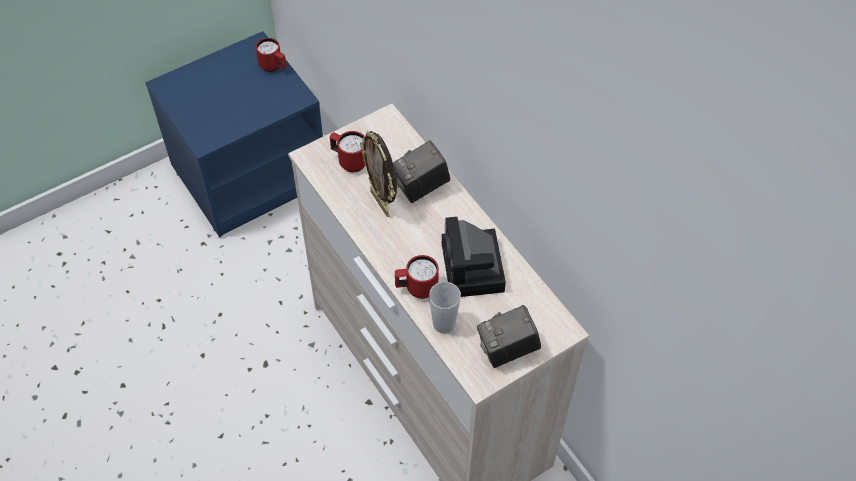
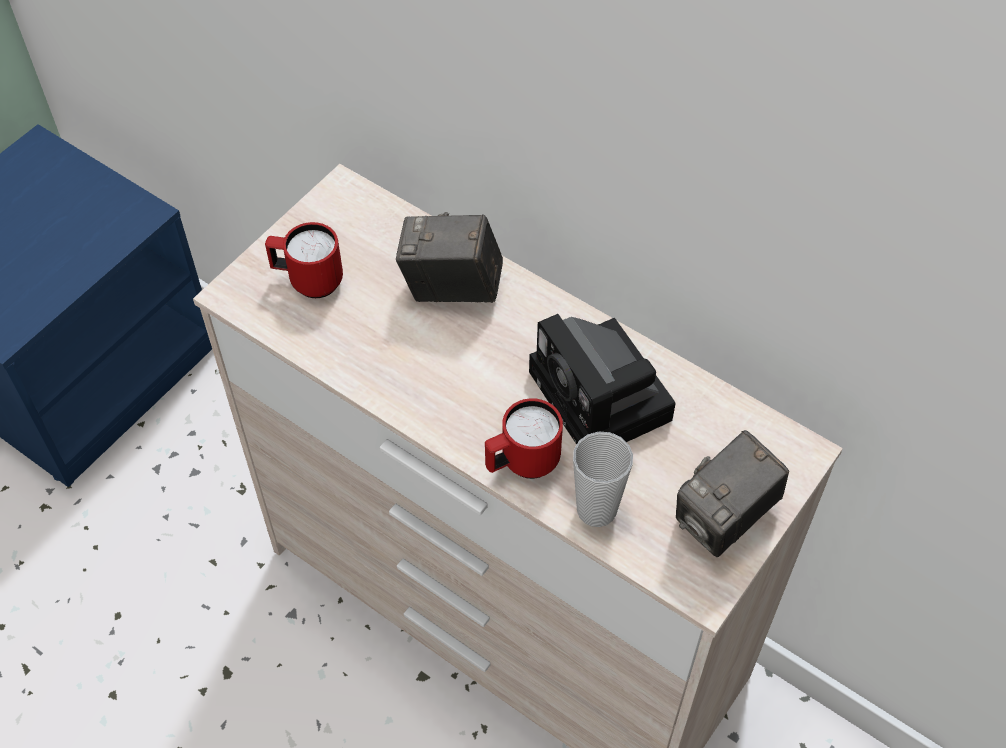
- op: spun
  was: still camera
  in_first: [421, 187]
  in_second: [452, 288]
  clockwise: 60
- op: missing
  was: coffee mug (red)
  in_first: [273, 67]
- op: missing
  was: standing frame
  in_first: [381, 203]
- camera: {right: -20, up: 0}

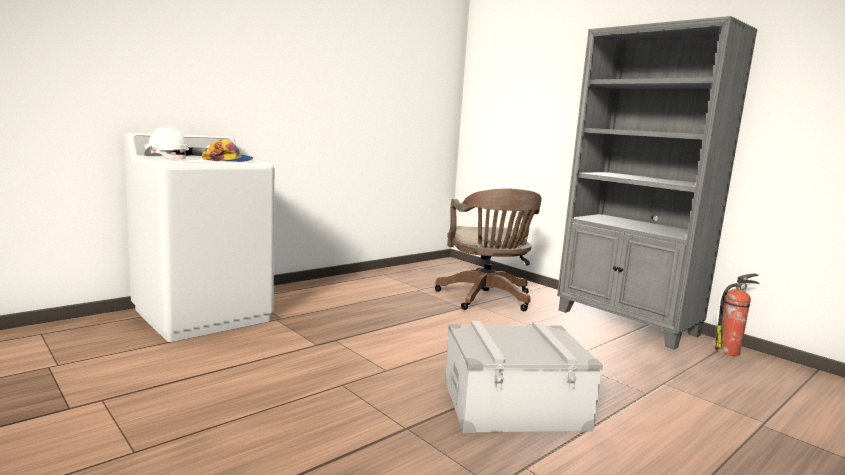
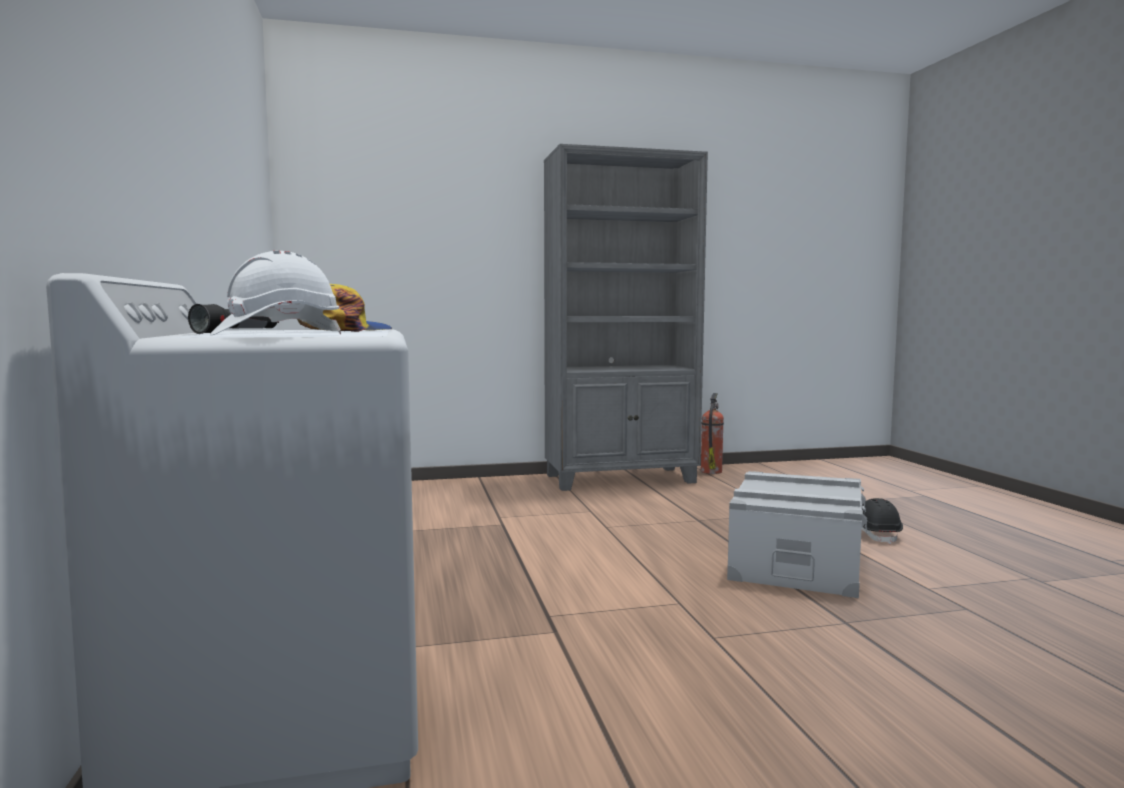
- op: appeared
  now: hard hat (black-coloured)
  in_second: [876, 535]
- op: missing
  was: office chair (brownish)
  in_first: [486, 299]
- camera: {right: -60, up: -5}

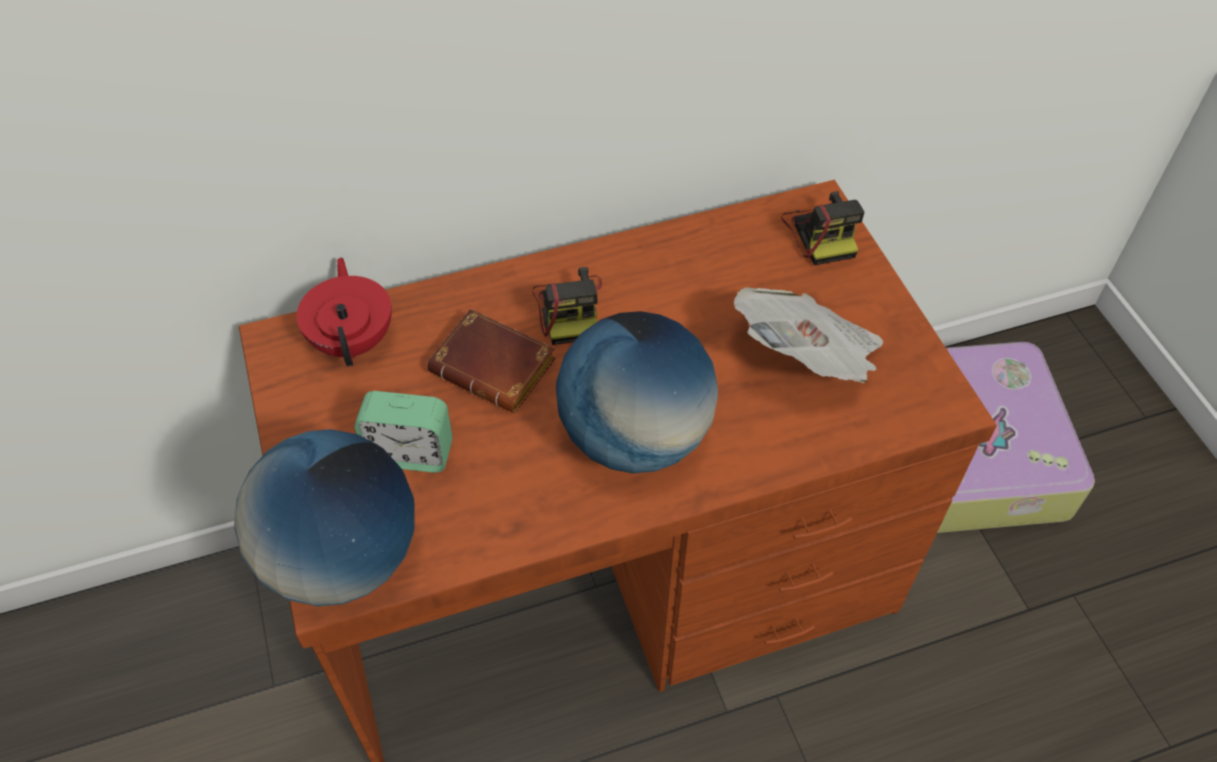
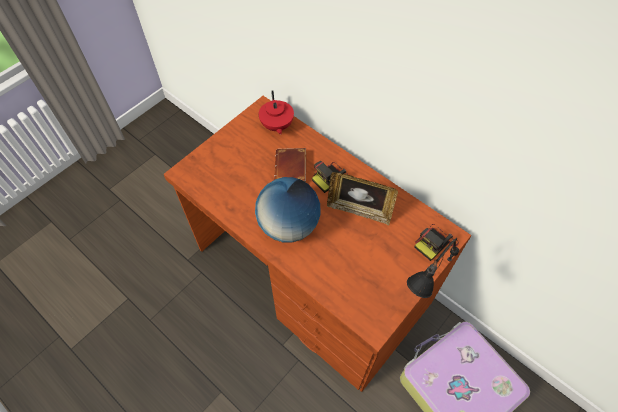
- op: spun
  was: tea pot (red)
  in_first: [353, 340]
  in_second: [276, 126]
  clockwise: 120
- op: appeared
  now: standing frame
  in_second: [359, 210]
- op: appeared
  now: table lamp (black-coloured)
  in_second: [420, 300]
- op: missing
  was: world globe
  in_first: [343, 558]
- op: missing
  was: bedside clock
  in_first: [410, 453]
- op: missing
  was: printed paper
  in_first: [808, 358]
- camera: {right: 60, up: 5}

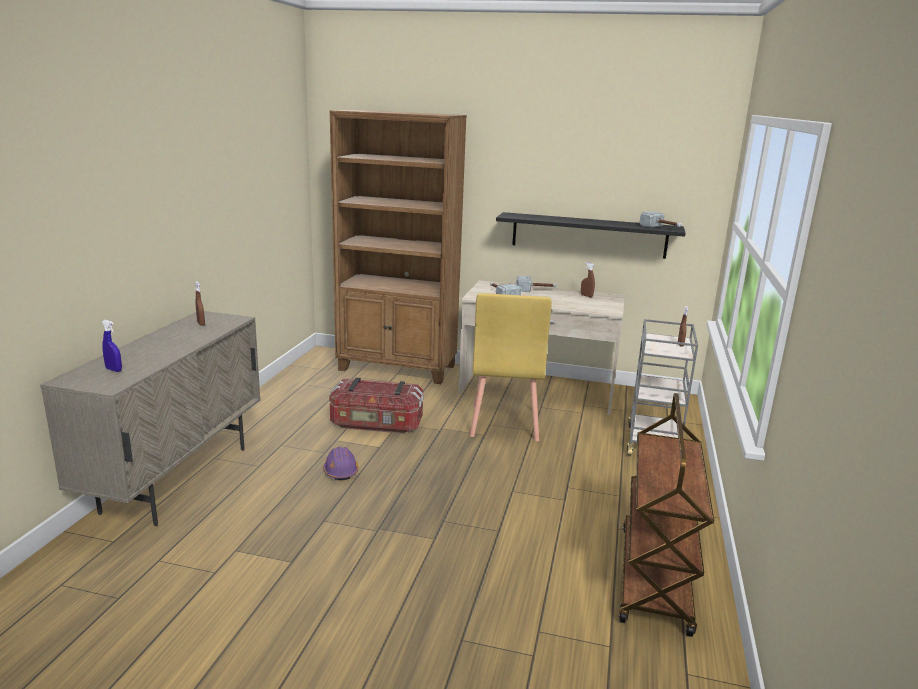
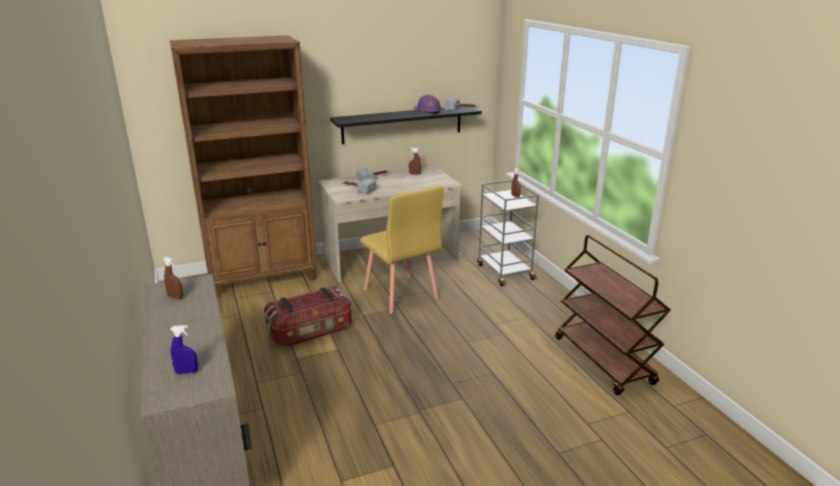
- op: relocated
  was: hard hat (purple)
  in_first: [340, 471]
  in_second: [427, 112]
- camera: {right: -35, up: 5}

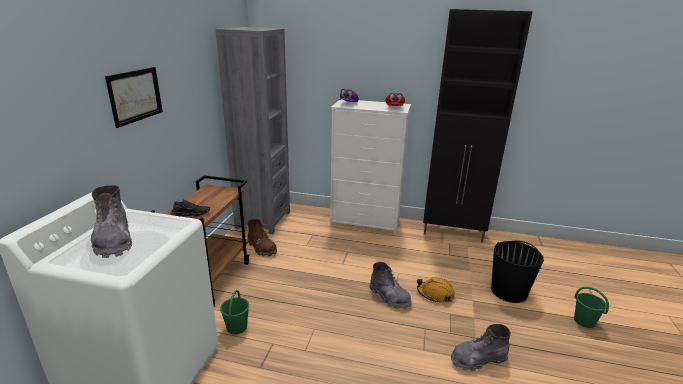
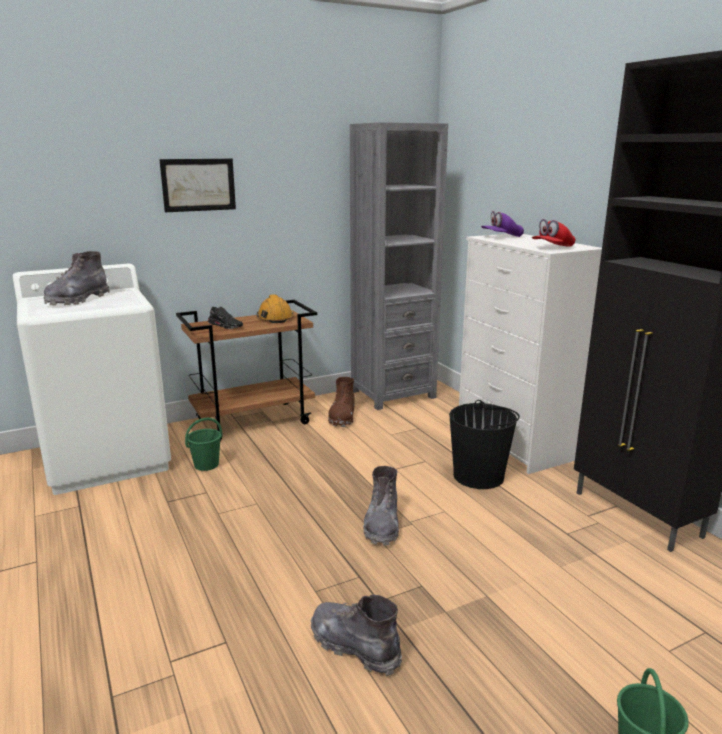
- op: relocated
  was: hard hat (orange-coloured)
  in_first: [435, 294]
  in_second: [274, 317]
- op: relocated
  was: bucket (black-coloured)
  in_first: [509, 291]
  in_second: [479, 476]
- camera: {right: 50, up: -5}

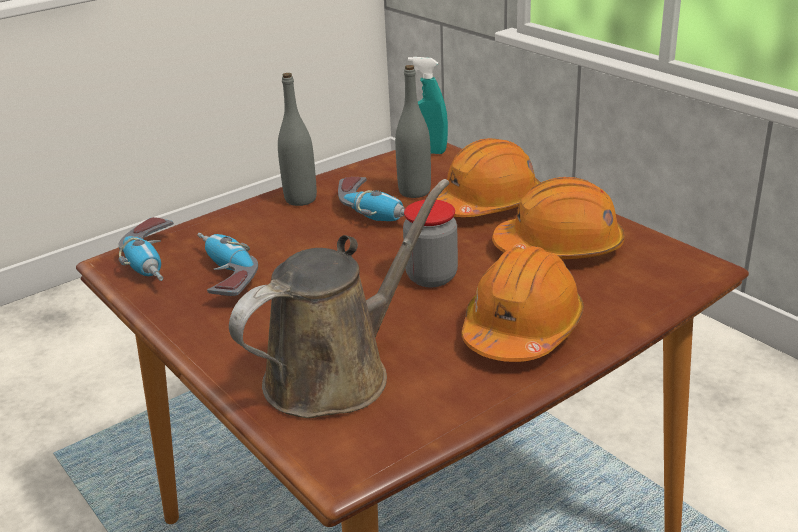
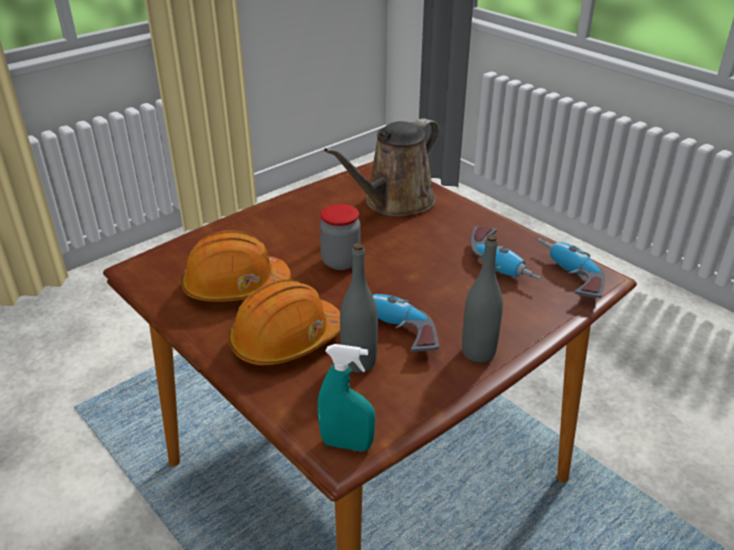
- op: missing
  was: hard hat (orange-coloured)
  in_first: [522, 329]
- camera: {right: 175, up: 5}

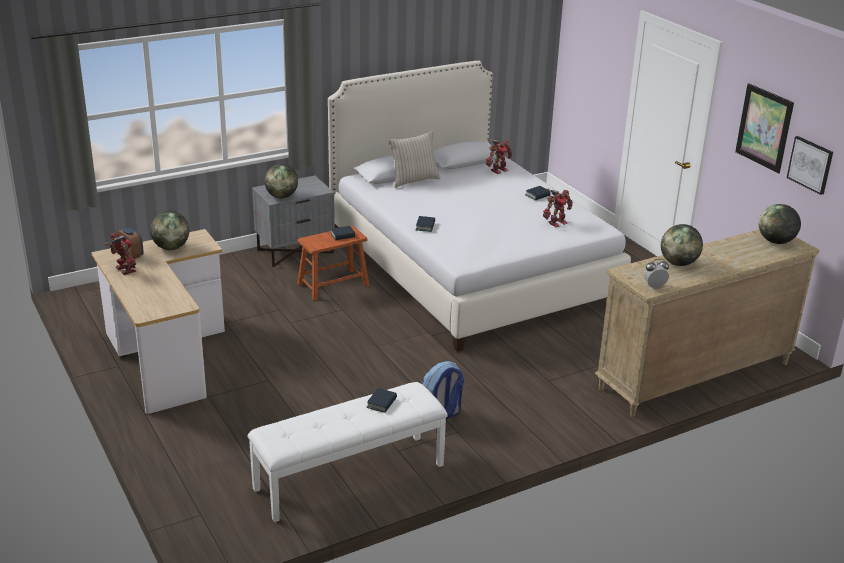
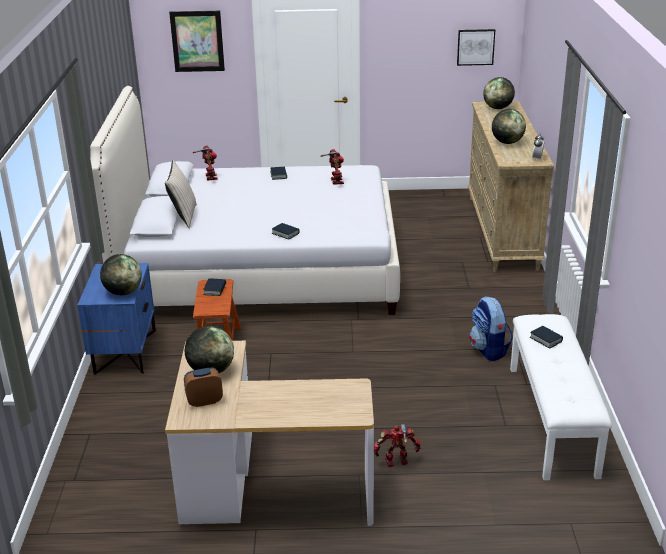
- op: colour
  was: bedside table (gray)
  now: bedside table (blue-coloured)
  in_first: [295, 251]
  in_second: [124, 351]
- op: relocated
  was: picture
  in_first: [764, 128]
  in_second: [197, 41]
- op: relocated
  was: toy robot
  in_first: [124, 270]
  in_second: [397, 462]
- camera: {right: -60, up: 0}

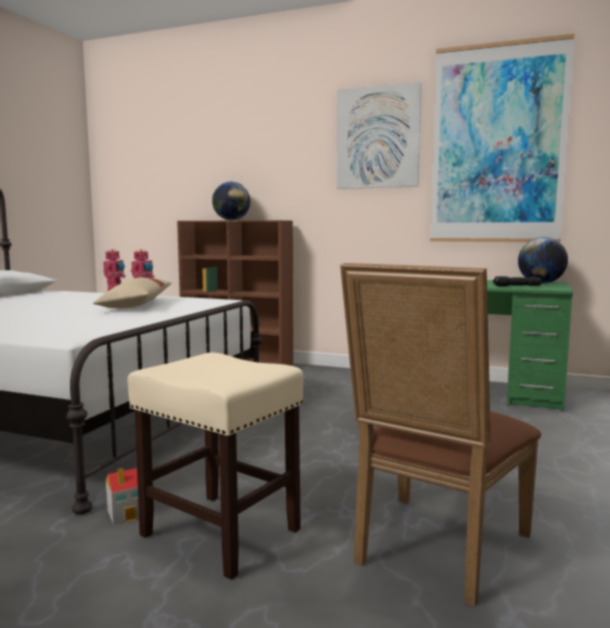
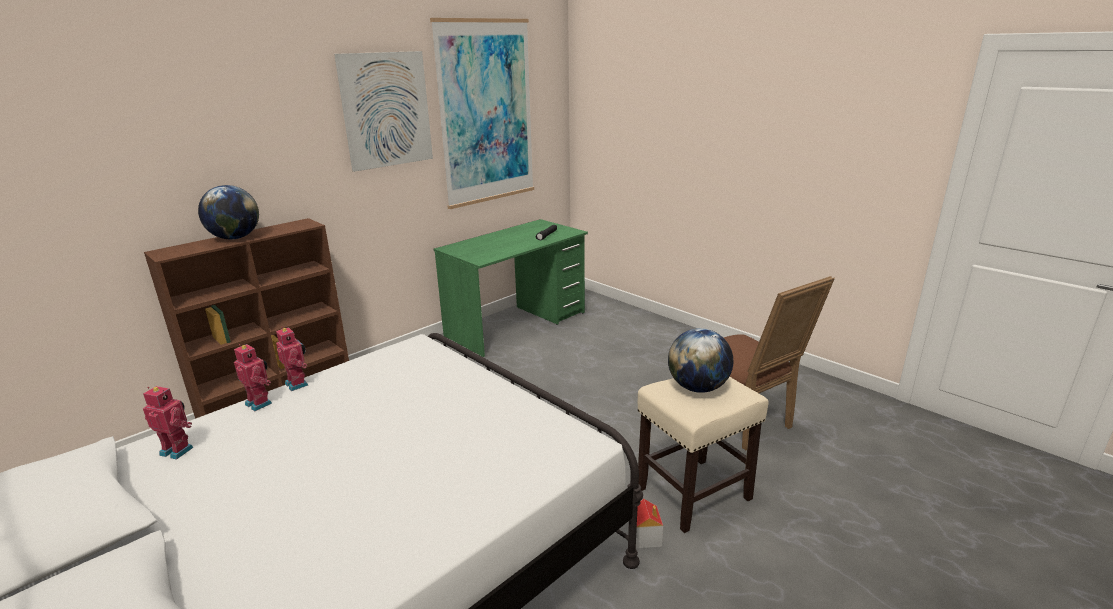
- op: appeared
  now: toy robot
  in_second: [178, 450]
- op: relocated
  was: world globe
  in_first: [541, 283]
  in_second: [697, 387]
- op: missing
  was: cushion (beige-coloured)
  in_first: [136, 305]
- camera: {right: -65, up: 15}

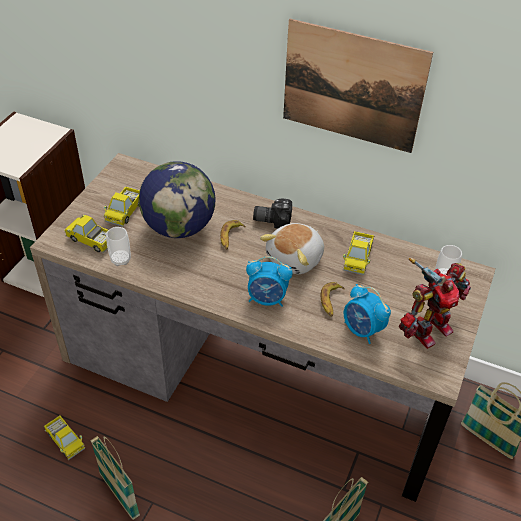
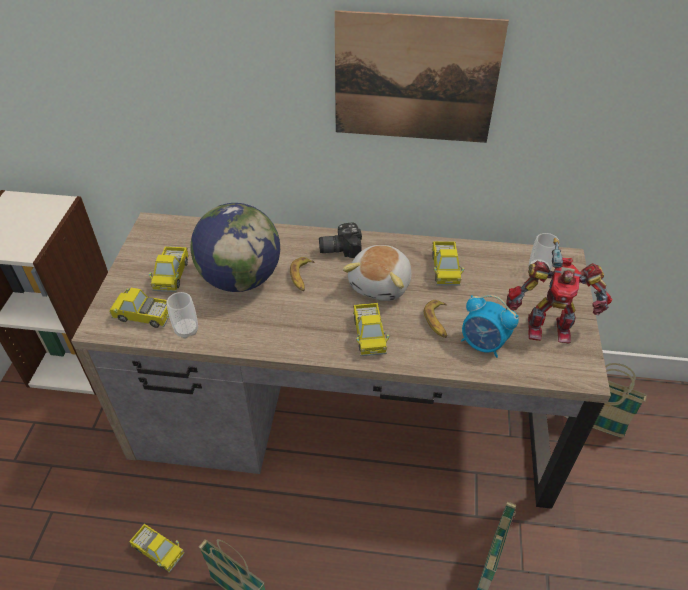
- op: exchanged
  was: bedside clock
  now: model truck
  in_first: [267, 299]
  in_second: [369, 335]
- op: spun
  was: toy robot
  in_first: [427, 329]
  in_second: [547, 326]
  clockwise: 60
- camera: {right: -15, up: 0}

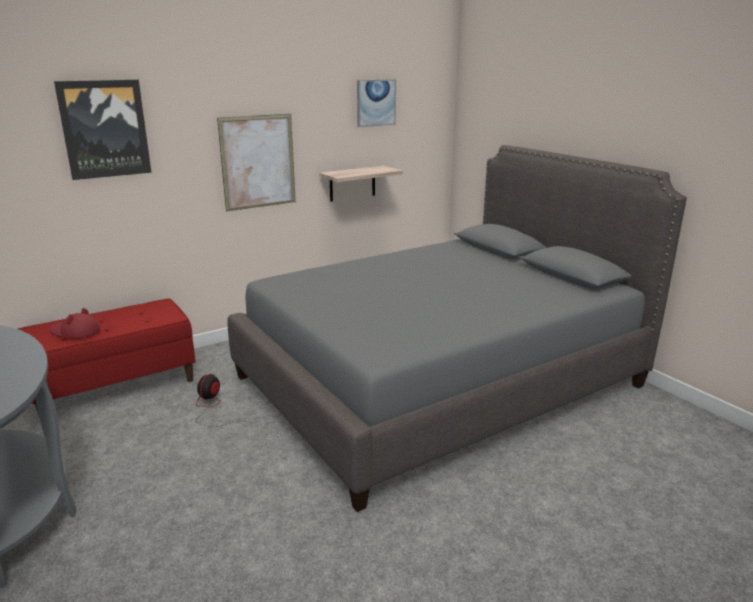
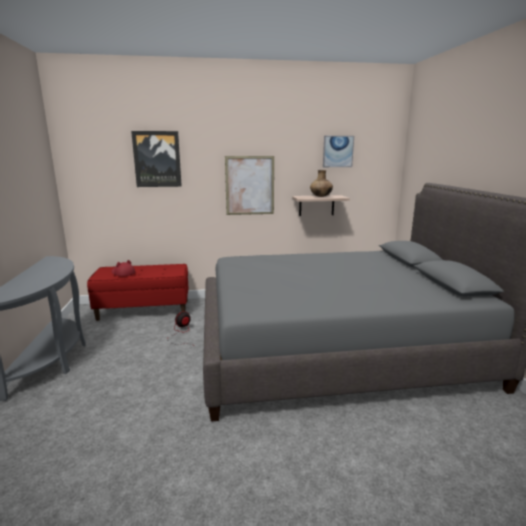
- op: appeared
  now: decorative vase (brownish)
  in_second: [320, 196]
- camera: {right: 25, up: -5}

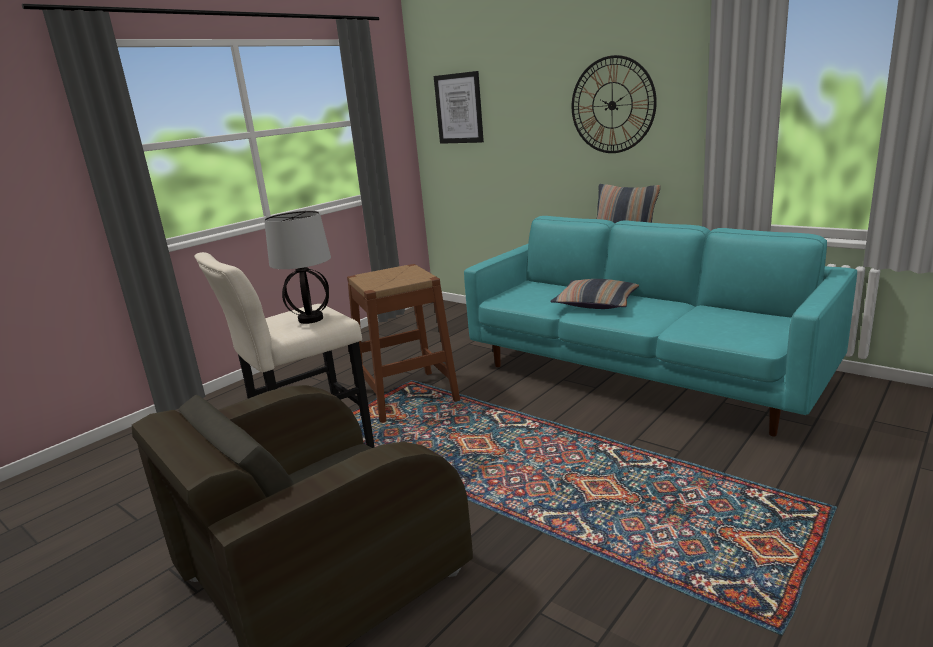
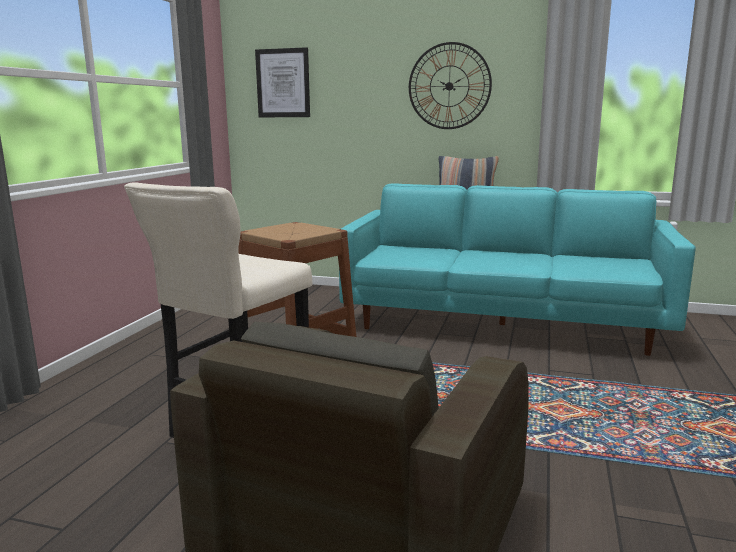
- op: missing
  was: table lamp
  in_first: [310, 319]
- op: missing
  was: cushion
  in_first: [596, 303]
- camera: {right: -25, up: -5}

